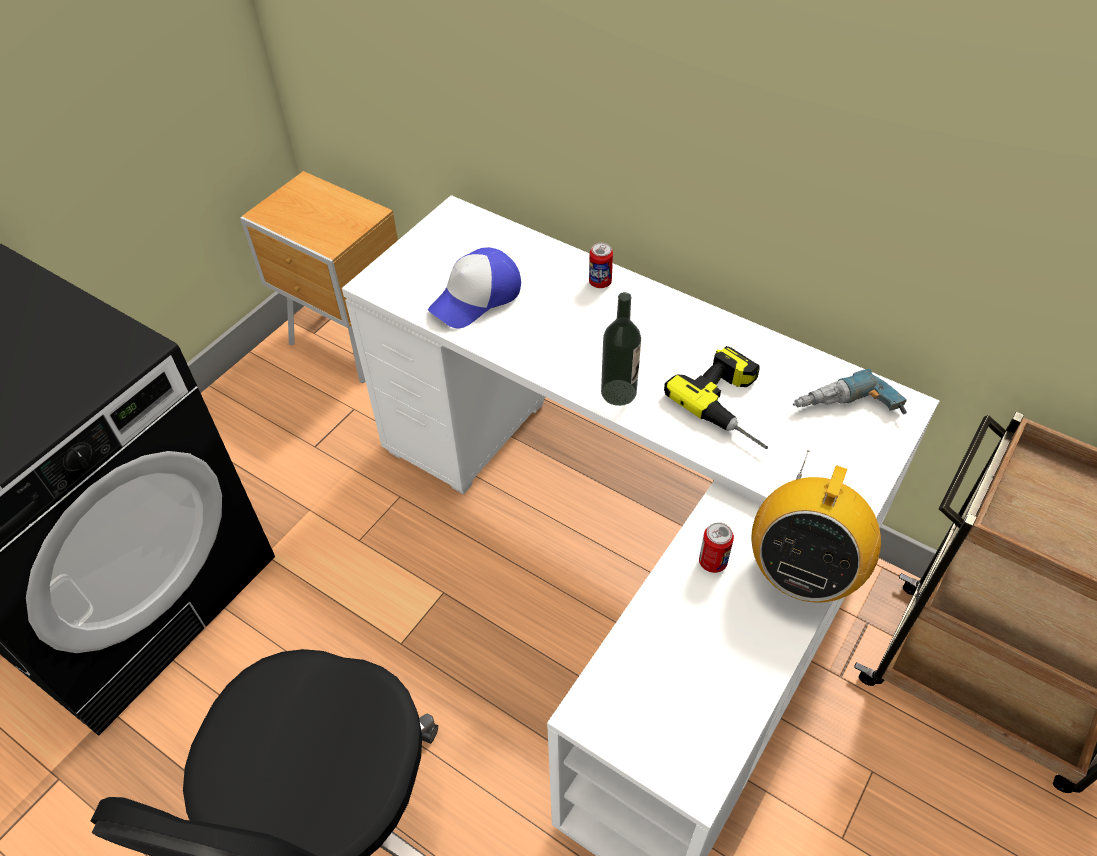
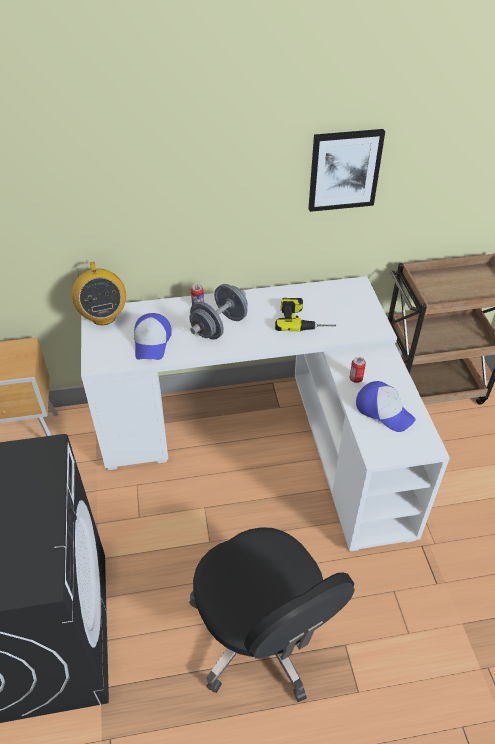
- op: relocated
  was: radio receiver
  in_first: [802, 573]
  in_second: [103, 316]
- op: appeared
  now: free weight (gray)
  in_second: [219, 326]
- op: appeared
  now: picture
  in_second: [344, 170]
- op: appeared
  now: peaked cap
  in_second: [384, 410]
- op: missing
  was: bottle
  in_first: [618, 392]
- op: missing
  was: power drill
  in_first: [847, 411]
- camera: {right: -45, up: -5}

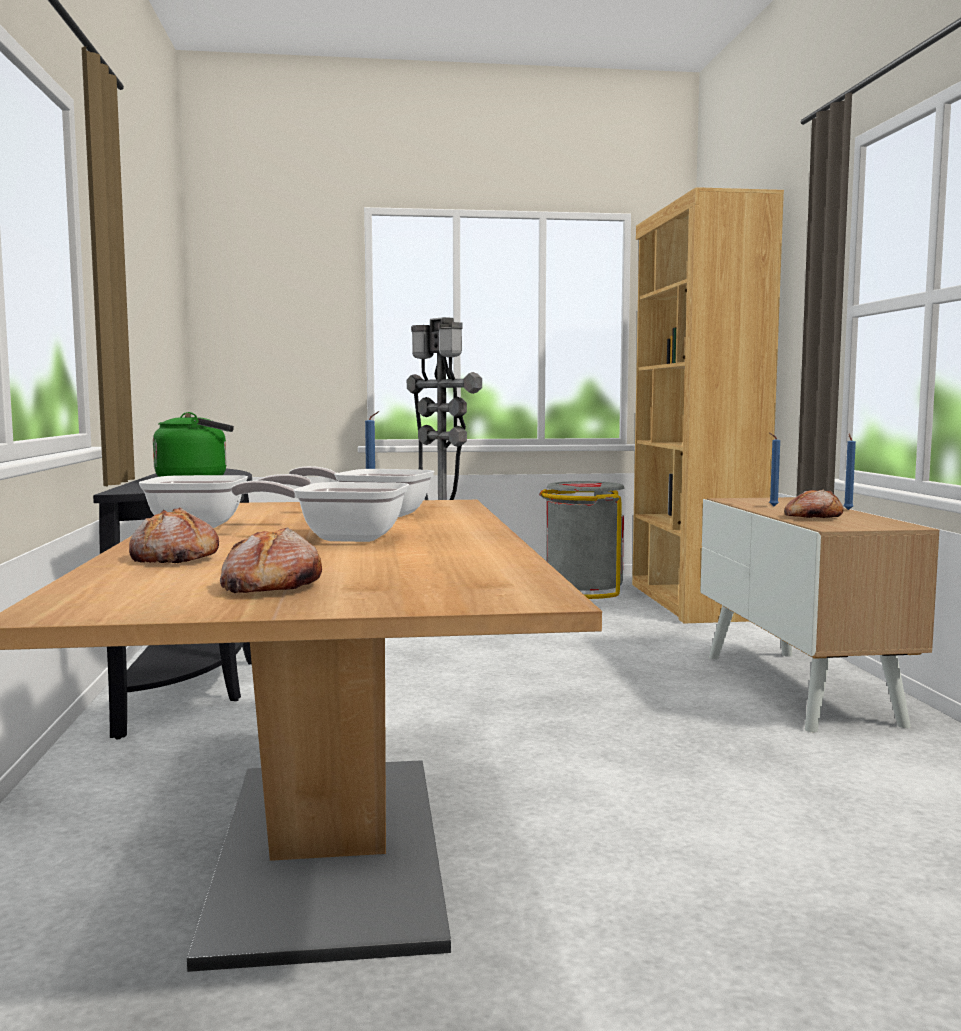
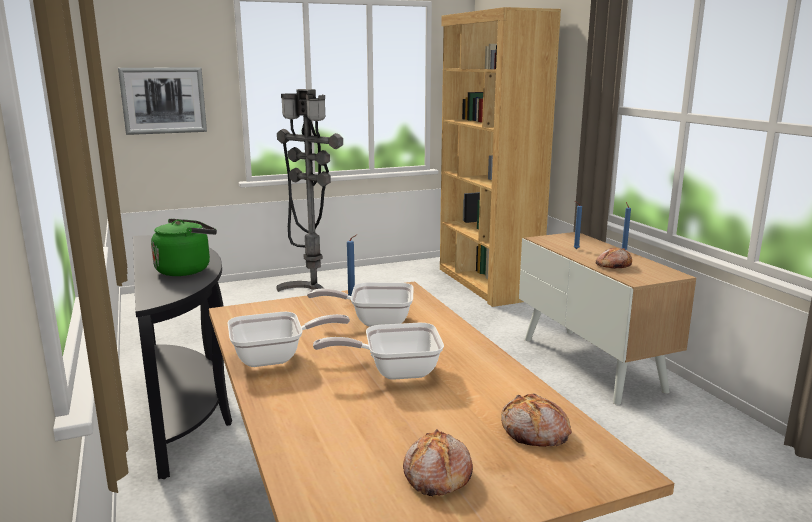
- op: appeared
  now: picture
  in_second: [163, 100]
- op: relocated
  was: bread
  in_first: [173, 558]
  in_second: [534, 432]
- op: missing
  was: rubbish bin (gray)
  in_first: [582, 590]
- camera: {right: -15, up: 10}

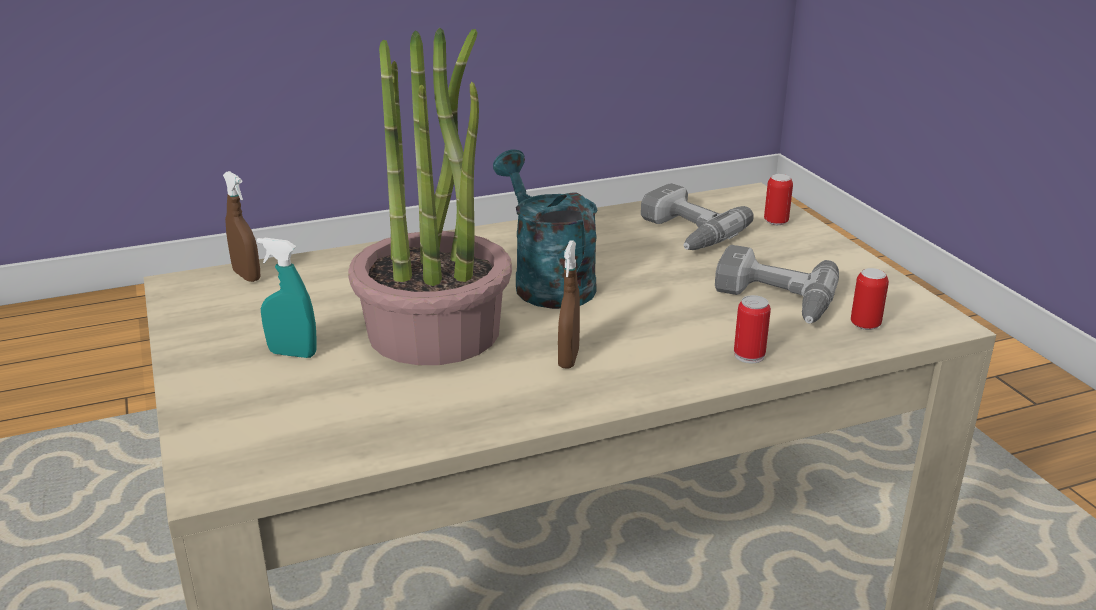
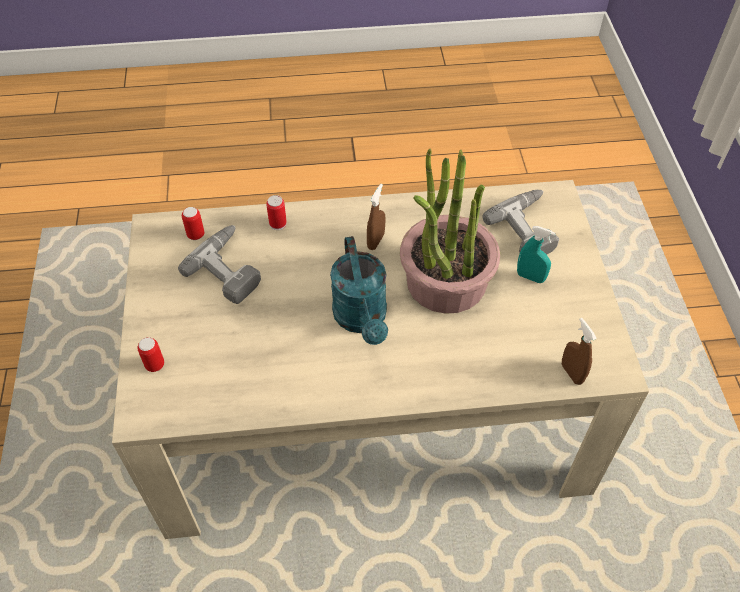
- op: relocated
  was: power drill
  in_first: [684, 232]
  in_second: [529, 229]
- camera: {right: -165, up: 25}

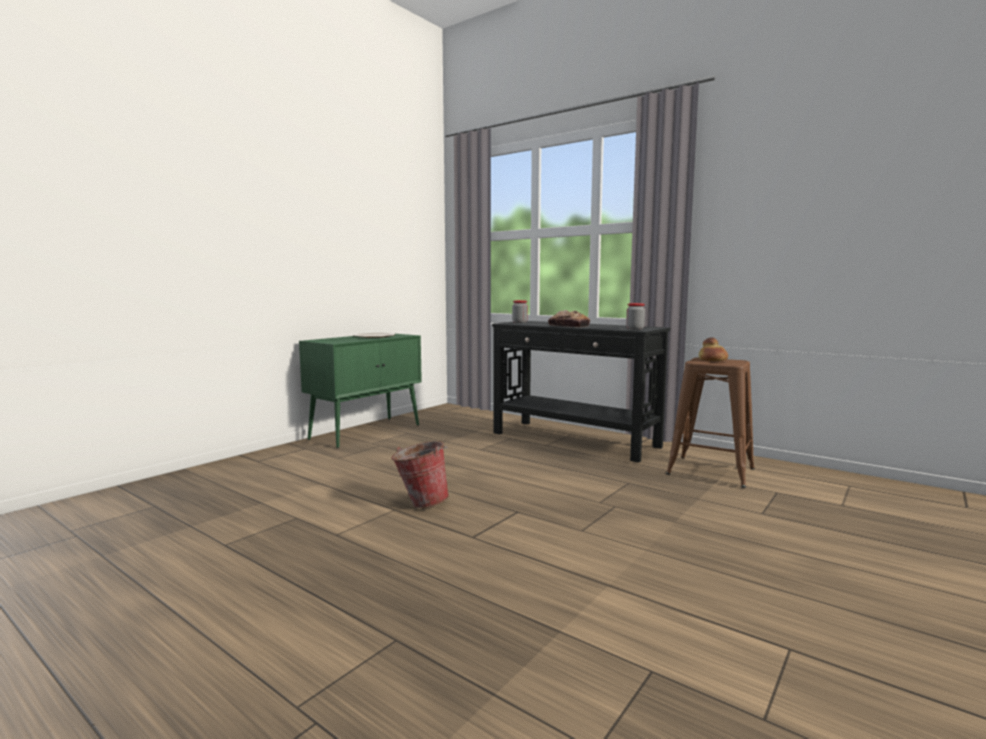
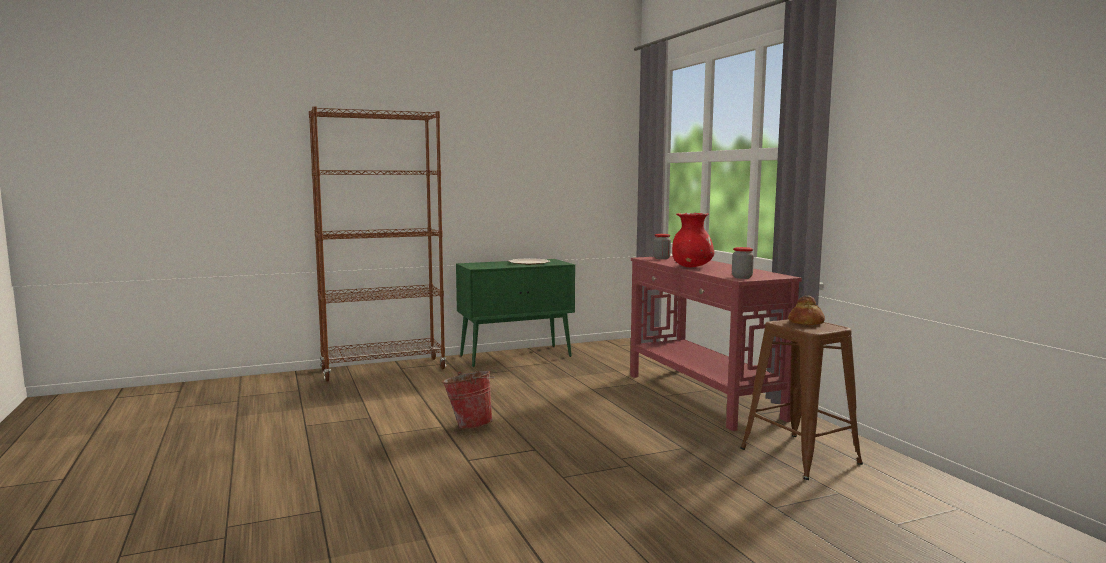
- op: appeared
  now: bookcase (brownish)
  in_second: [383, 369]
- op: colour
  was: hall table (black-coloured)
  now: hall table (red)
  in_first: [574, 440]
  in_second: [702, 396]
- op: exchanged
  was: bread
  now: decorative vase (red)
  in_first: [568, 326]
  in_second: [691, 267]
- camera: {right: 30, up: 0}

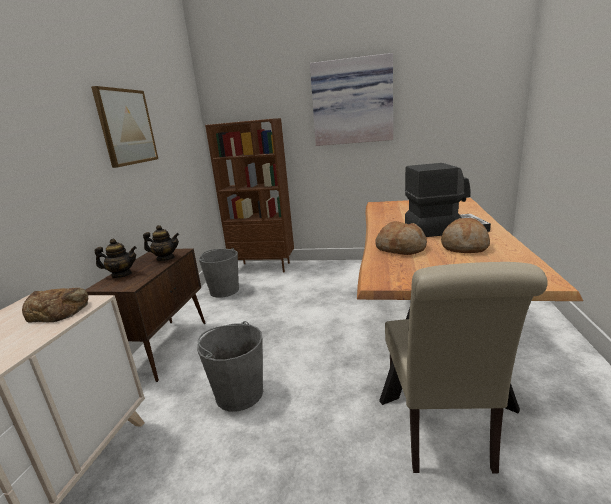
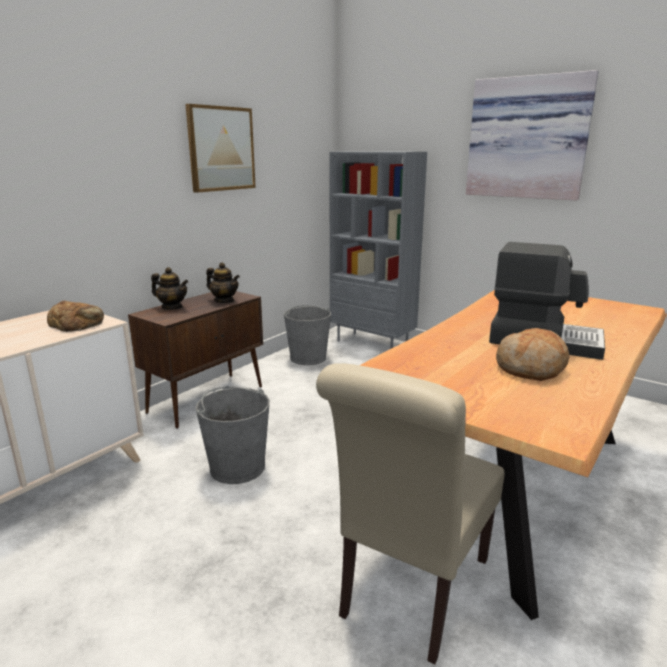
- op: colour
  was: bookcase (brownish)
  now: bookcase (gray)
  in_first: [264, 267]
  in_second: [373, 343]
- op: missing
  was: bread
  in_first: [401, 248]
- camera: {right: 25, up: 0}

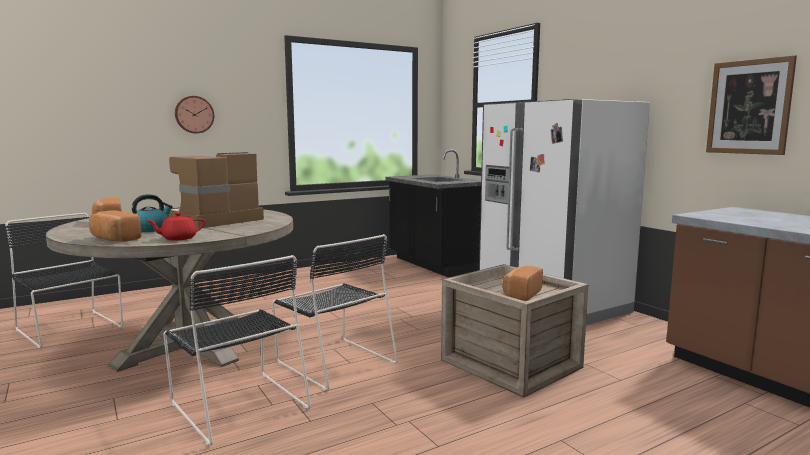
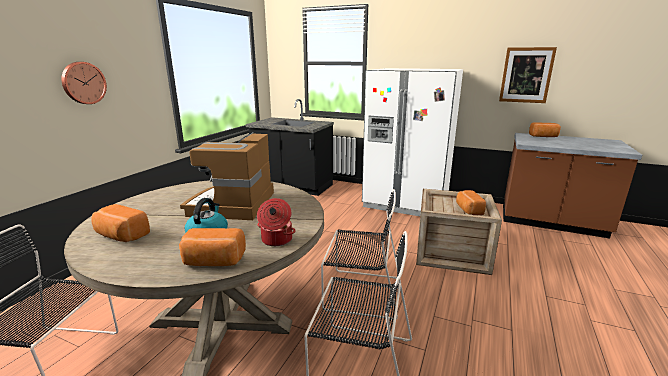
- op: exchanged
  was: tea pot (red)
  now: stockpot
  in_first: [178, 238]
  in_second: [276, 240]
- op: appeared
  now: bread
  in_second: [544, 136]
- camera: {right: -35, up: 10}

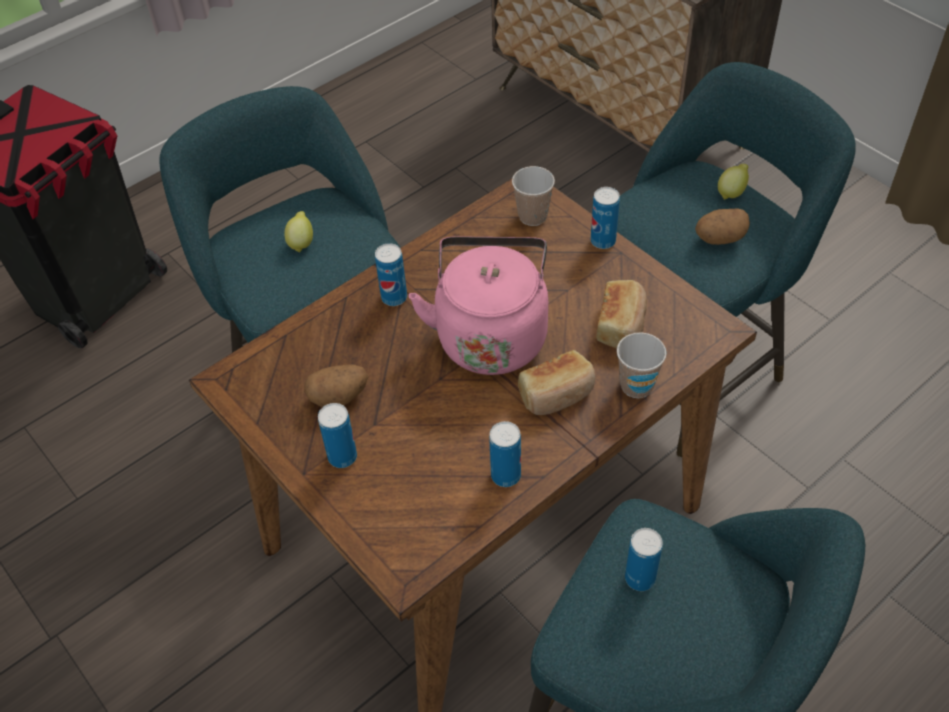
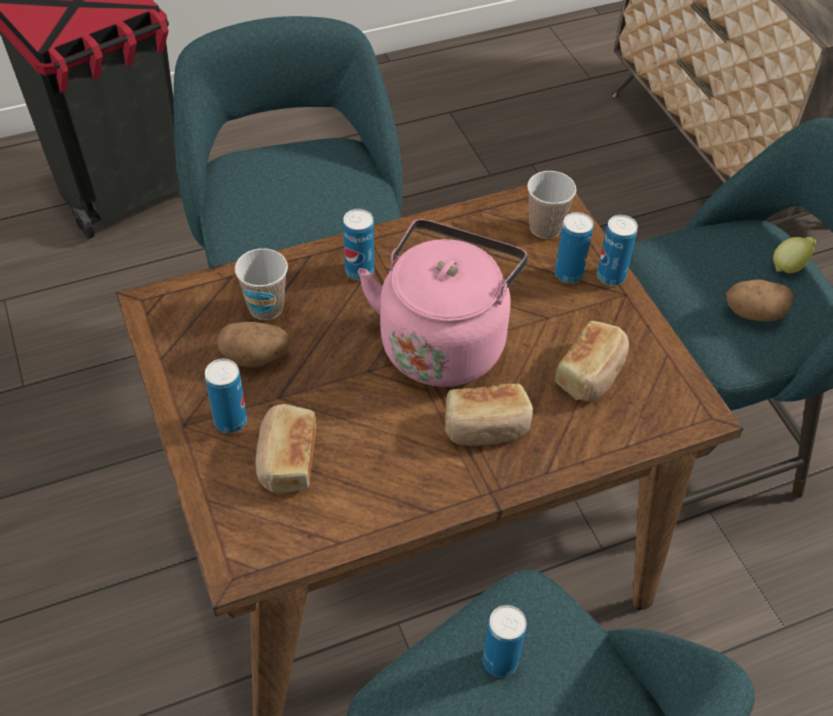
- op: relocated
  was: cup
  in_first: [636, 386]
  in_second: [266, 307]
- op: appeared
  now: bread
  in_second: [286, 459]
- op: relocated
  was: sealed can
  in_first: [506, 475]
  in_second: [568, 274]
- op: missing
  was: citrus fruit
  in_first: [301, 243]
- camera: {right: 15, up: 0}

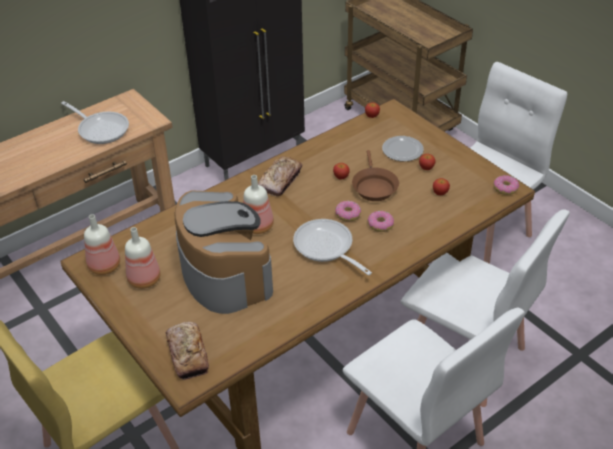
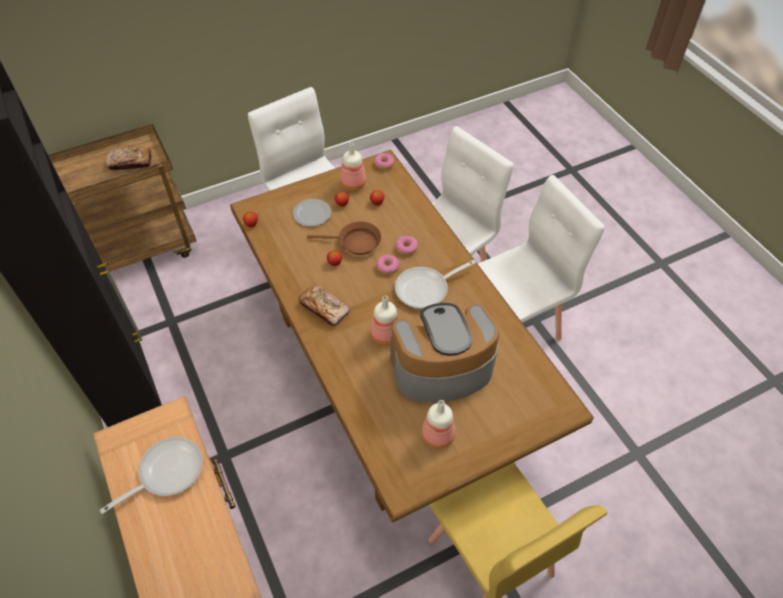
- op: relocated
  was: bread
  in_first: [187, 354]
  in_second: [130, 162]
- op: relocated
  was: bottle
  in_first: [104, 265]
  in_second: [352, 184]
- camera: {right: -80, up: 10}

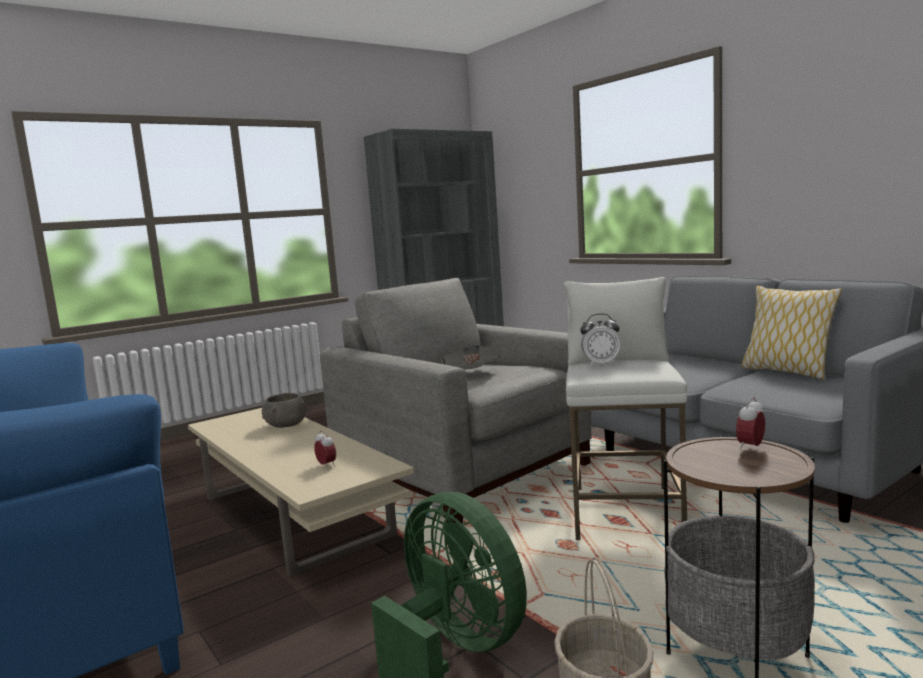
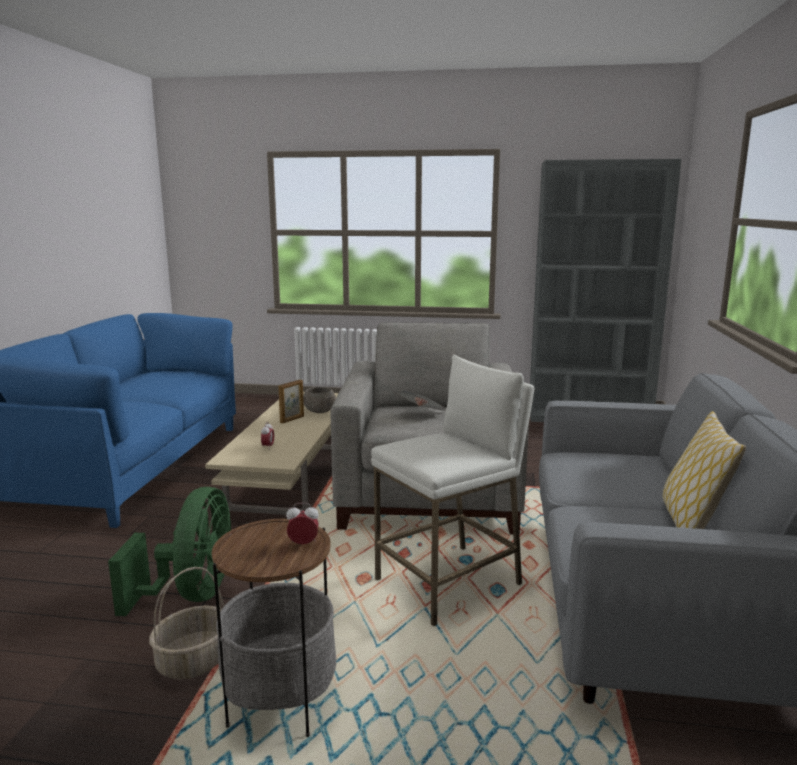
- op: appeared
  now: standing frame
  in_second: [292, 419]
- op: missing
  was: bedside clock
  in_first: [601, 364]
- camera: {right: 45, up: 5}

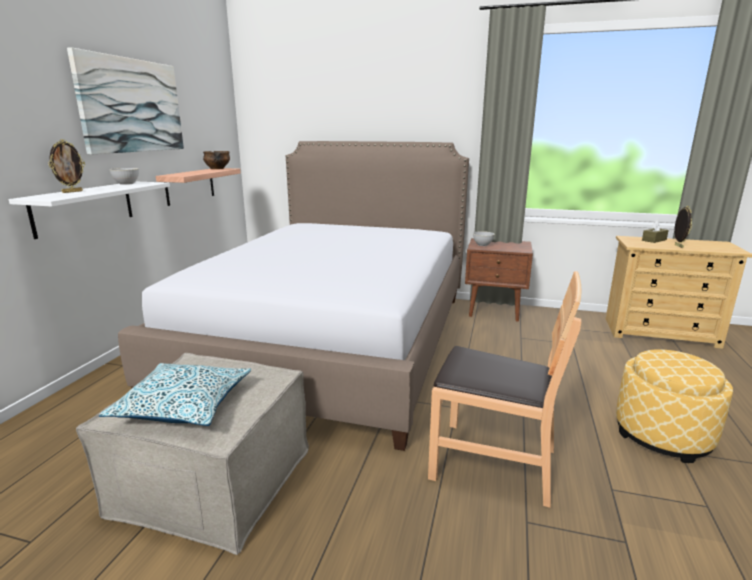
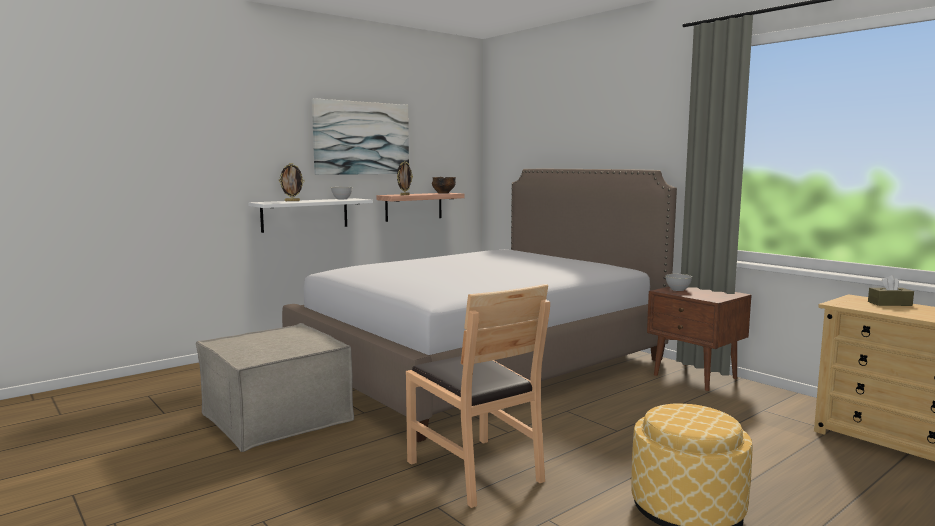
- op: relocated
  was: standing frame
  in_first: [678, 246]
  in_second: [404, 195]
- op: missing
  was: cushion
  in_first: [184, 405]
- camera: {right: 35, up: -10}

